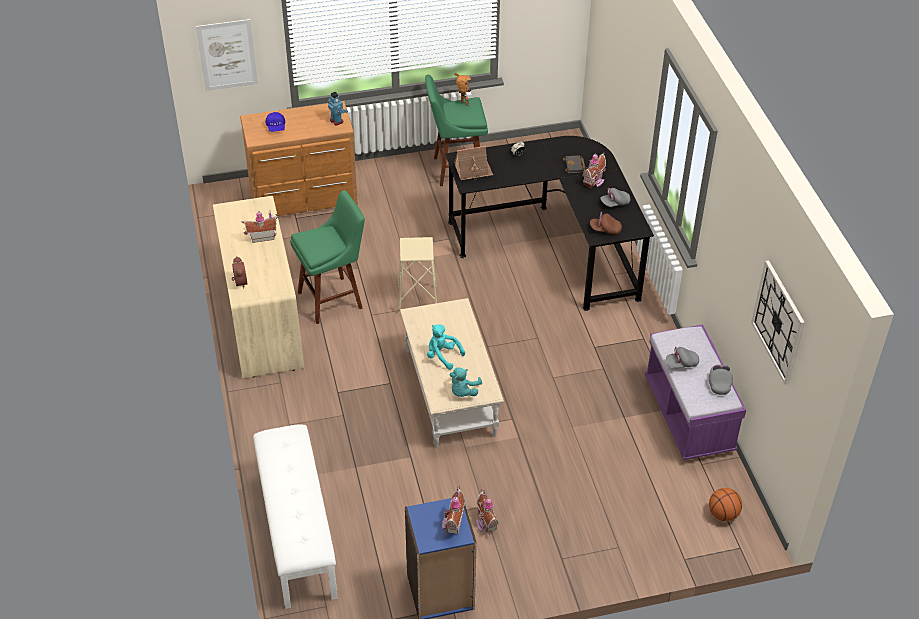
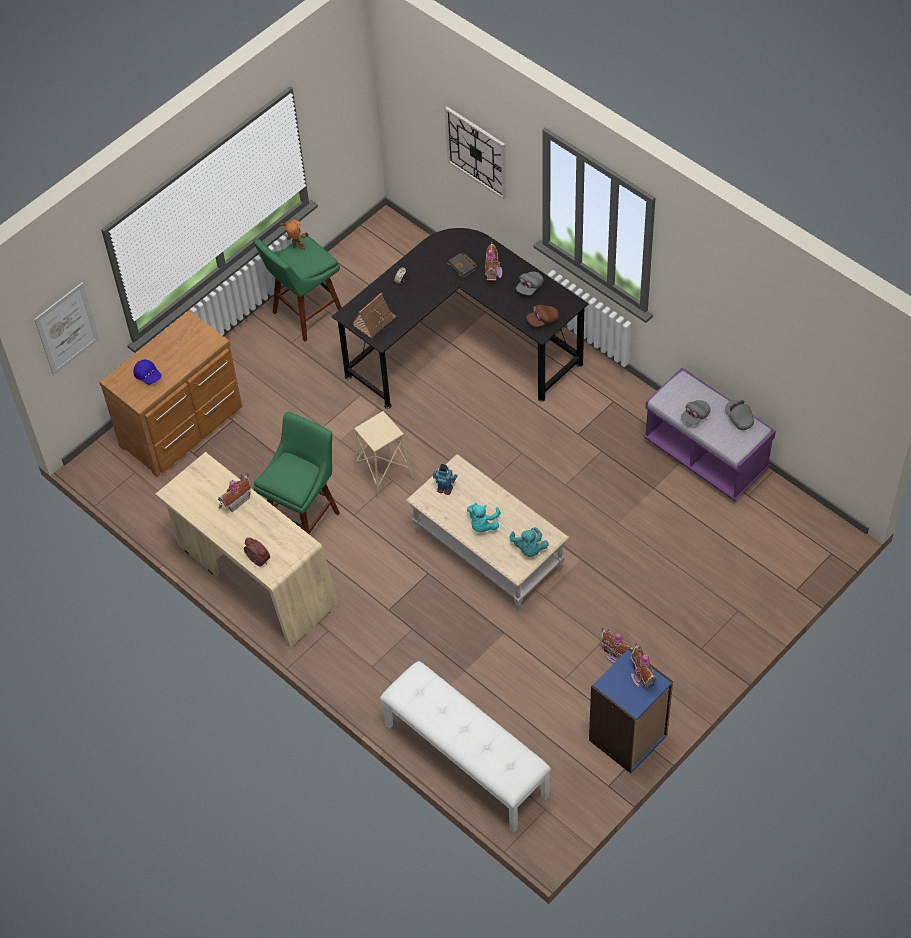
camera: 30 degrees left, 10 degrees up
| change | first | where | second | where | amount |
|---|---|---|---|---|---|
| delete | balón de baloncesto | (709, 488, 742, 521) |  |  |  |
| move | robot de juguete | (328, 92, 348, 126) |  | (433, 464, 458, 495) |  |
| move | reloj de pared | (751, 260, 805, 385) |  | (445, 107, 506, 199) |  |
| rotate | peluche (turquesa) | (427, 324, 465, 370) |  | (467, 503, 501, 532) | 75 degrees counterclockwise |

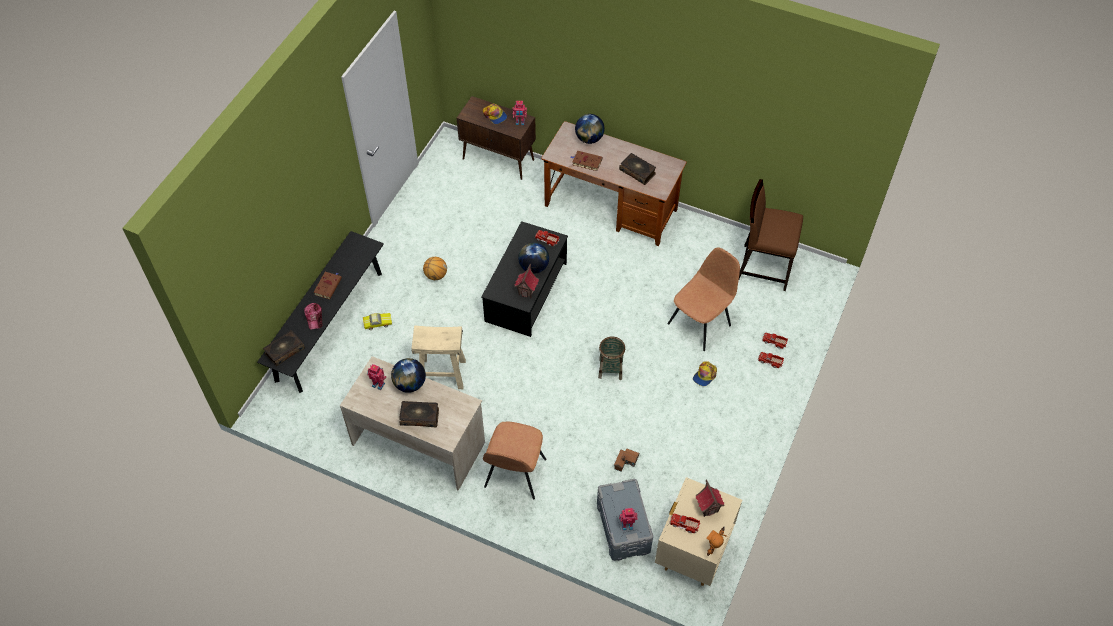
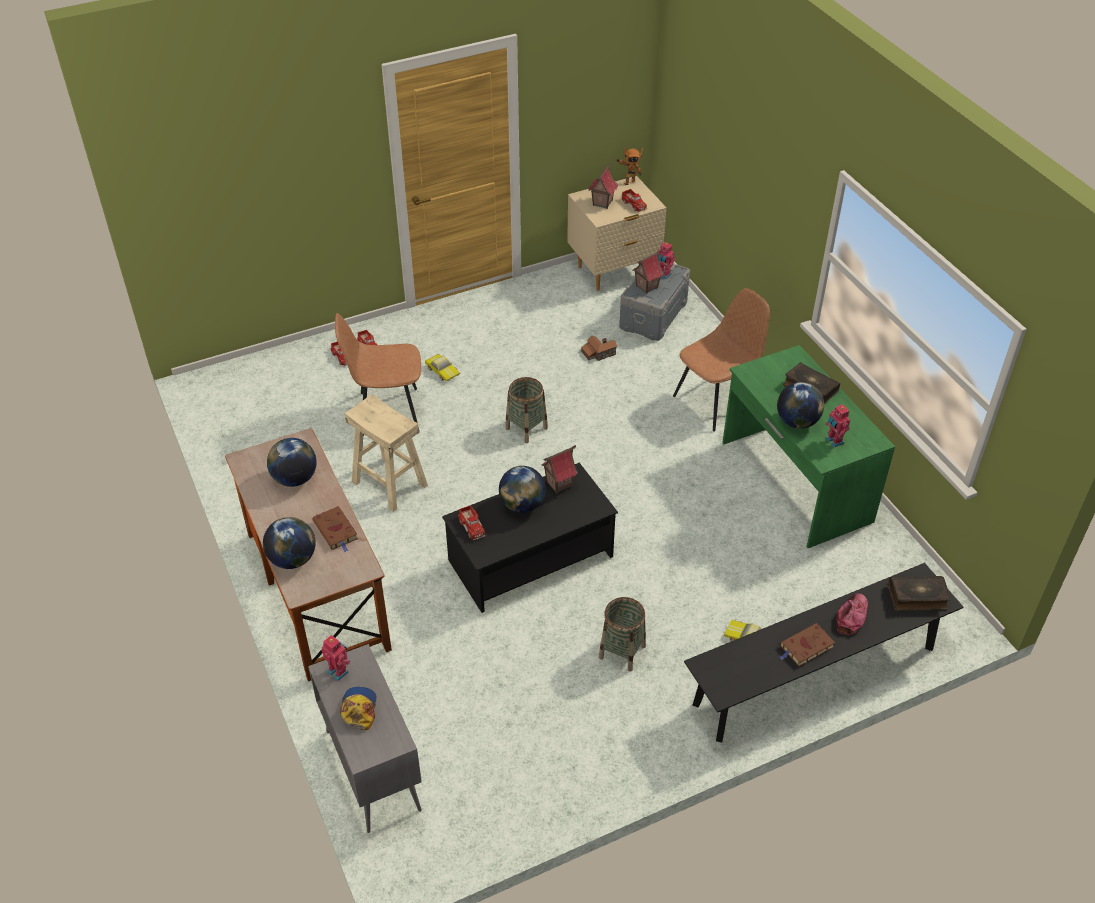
camera: 140 degrees left, 10 degrees down
| change | first | where | second | where | amount |
|---|---|---|---|---|---|
| delete | silla (marrón) | (739, 179, 803, 291) |  |  |  |
| insert |  |  | casita | (633, 250, 664, 294) |  |
| move | taburete (beis) | (412, 325, 466, 389) |  | (345, 394, 428, 512) |  |
| replace | balón de baloncesto | (423, 257, 447, 280) | cesta | (599, 597, 646, 672) |  |
| replace | libro | (619, 153, 656, 185) | globo terráqueo | (267, 438, 317, 487) |  |
| replace | gorra | (693, 361, 717, 386) | coche de juguete | (425, 354, 460, 381) |  |
| recolor | escritorio (beis) | (340, 356, 485, 491) | escritorio (verde) | (722, 345, 895, 548) |  |
| recolor | armario (marrón) | (457, 96, 536, 180) | armario (gris) | (308, 644, 422, 833) |  |

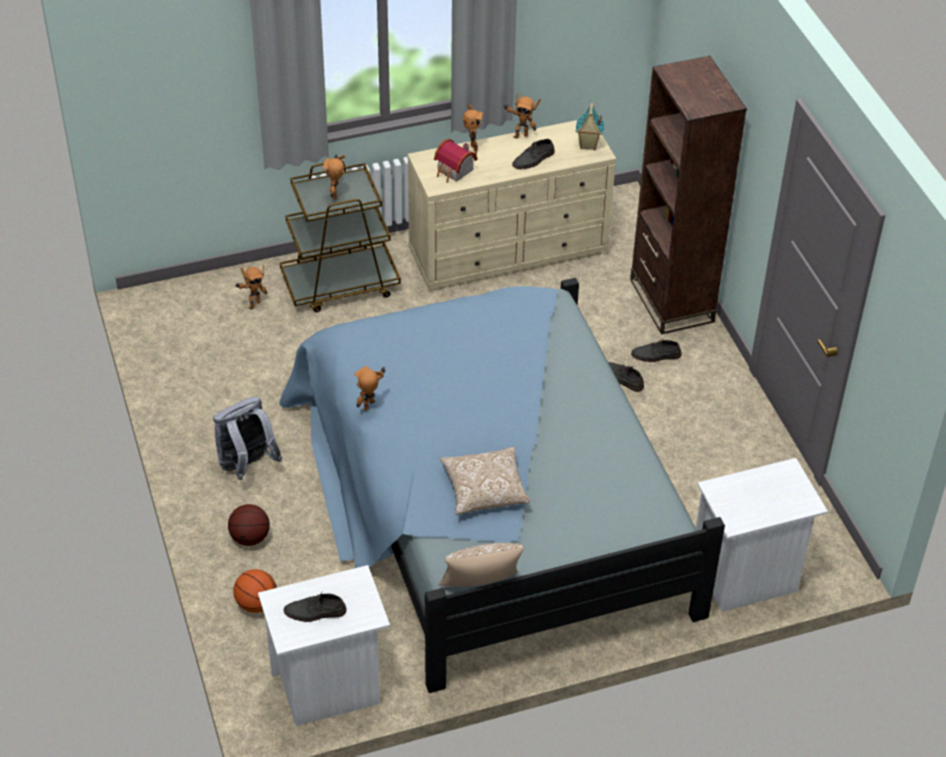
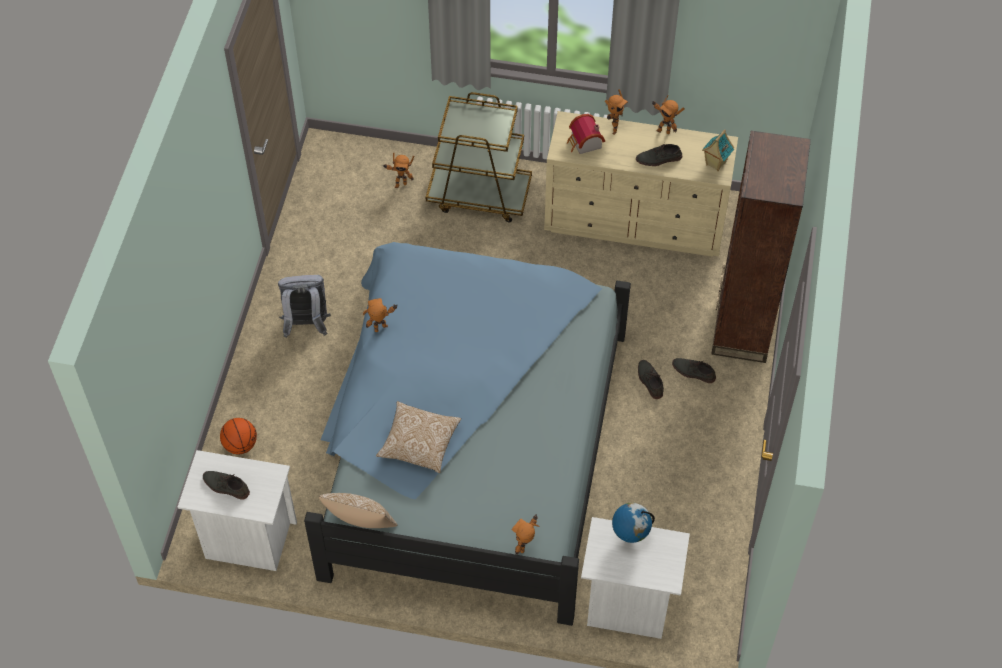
camera: 30 degrees right, 10 degrees up
| change | first | where | second | where | amount |
|---|---|---|---|---|---|
| delete | balón de baloncesto | (228, 504, 270, 546) |  |  |  |
| insert |  |  | globo terráqueo | (612, 503, 655, 543) |  |
| move | robot de juguete | (322, 154, 346, 199) |  | (511, 514, 539, 554) |  |

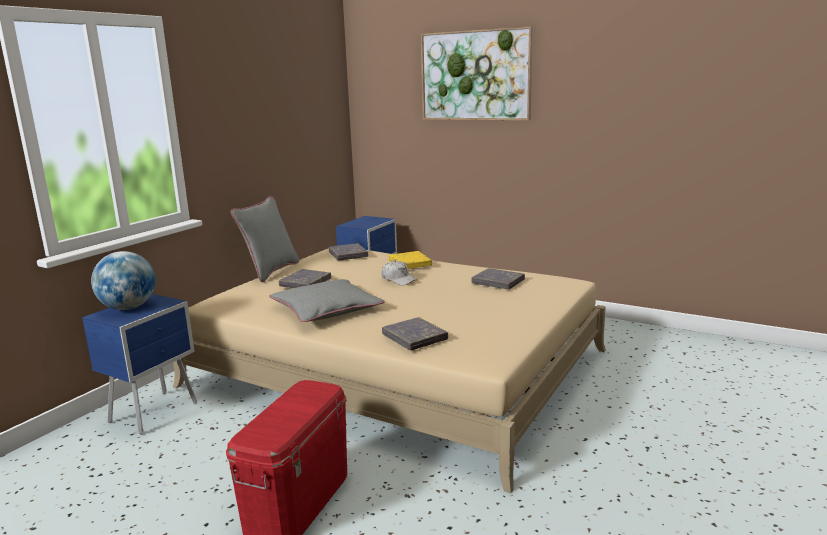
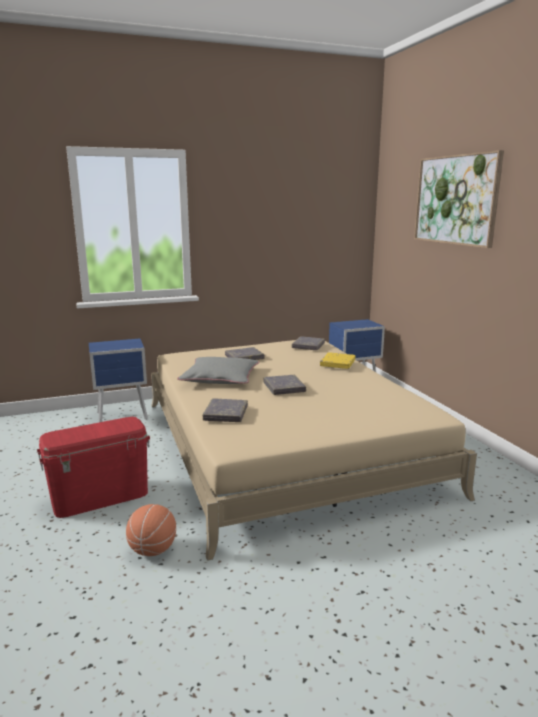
camera: 40 degrees right, 0 degrees up
| change | first | where | second | where | amount |
|---|---|---|---|---|---|
| delete | globo terráqueo | (91, 251, 155, 310) |  |  |  |
| delete | cojín (gris) | (231, 196, 299, 282) |  |  |  |
| delete | gorra (blanco) | (381, 260, 417, 285) |  |  |  |
| insert |  |  | balón de baloncesto | (126, 504, 176, 556) |  |
| move | libro (gris) | (471, 268, 525, 289) |  | (263, 375, 306, 395) |  |

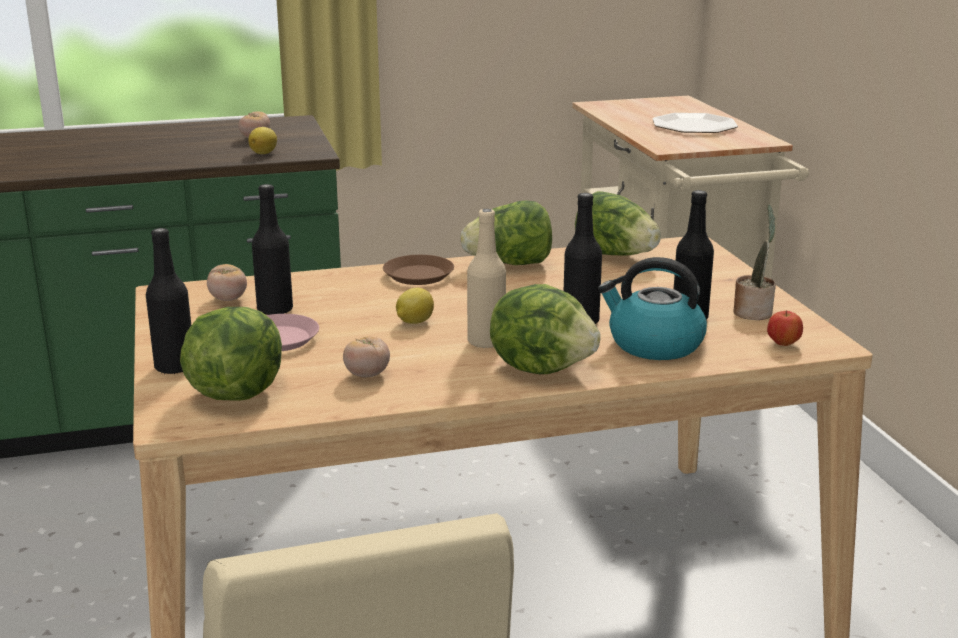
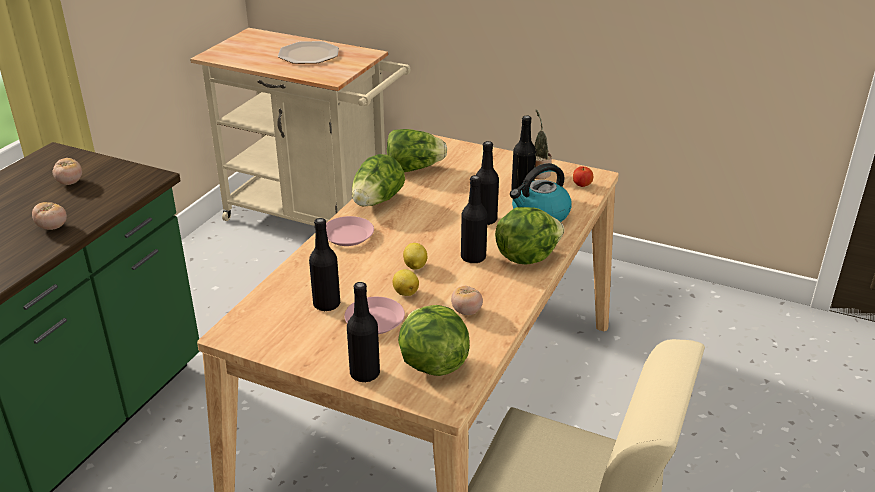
camera: 50 degrees left, 10 degrees up
| change | first | where | second | where | amount |
|---|---|---|---|---|---|
| move | tomate | (207, 264, 247, 301) |  | (32, 202, 67, 230) |  |
| move | limón | (248, 127, 277, 154) |  | (392, 269, 419, 296) |  |
| recolor | plato (marrón) | (383, 255, 454, 285) | plato (rosa) | (326, 216, 374, 246) |  |
| recolor | botella (beis) | (467, 209, 506, 349) | botella (negro) | (461, 175, 488, 263) |  |

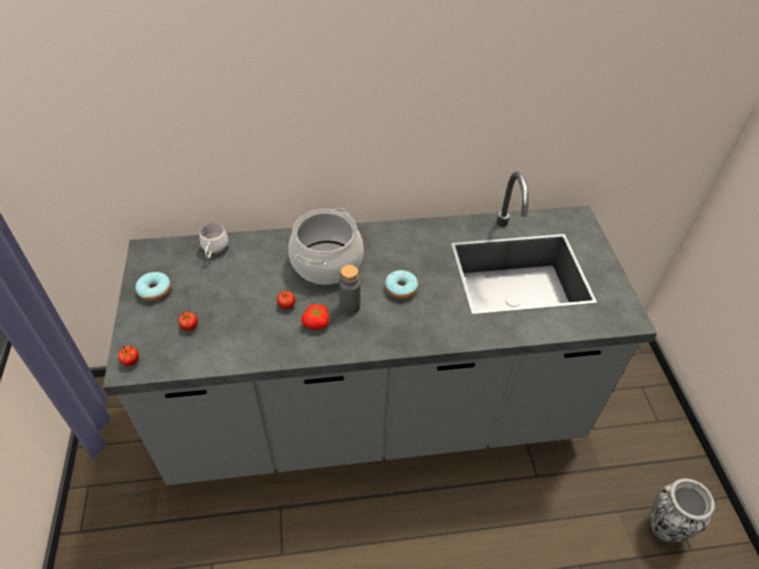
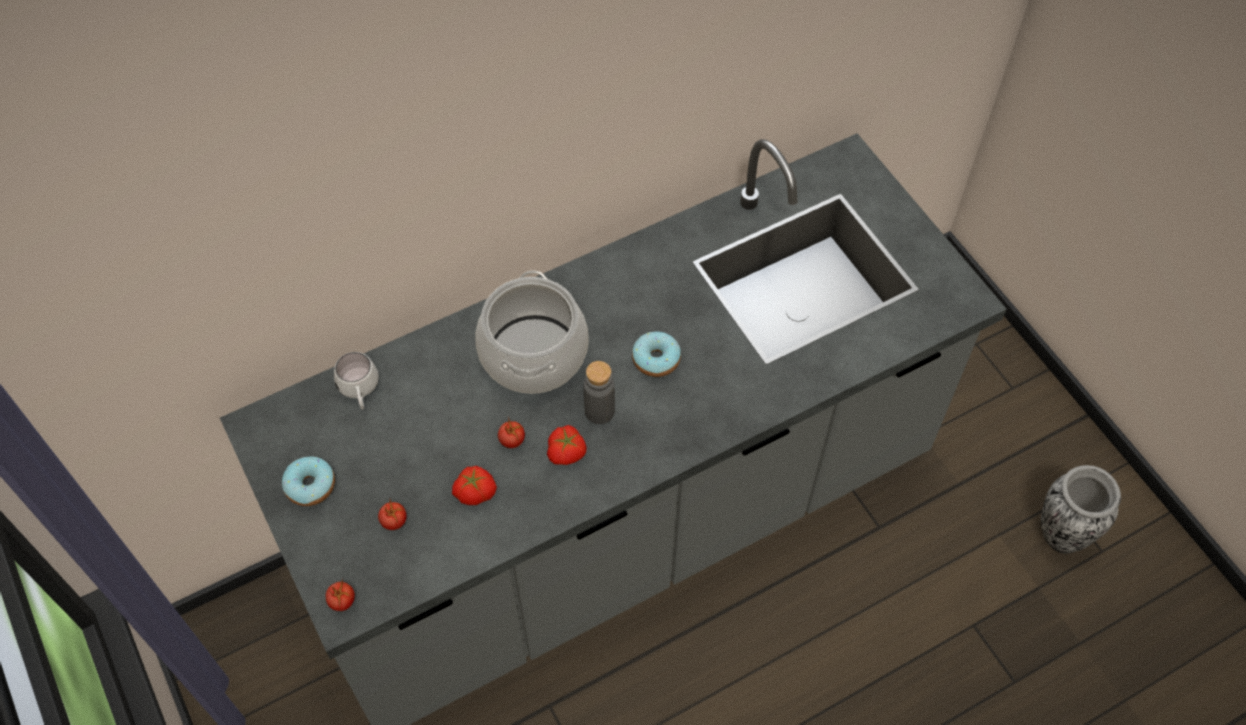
camera: 20 degrees left, 10 degrees up
| change | first | where | second | where | amount |
|---|---|---|---|---|---|
| insert |  |  | tomate | (452, 466, 497, 505) |  |

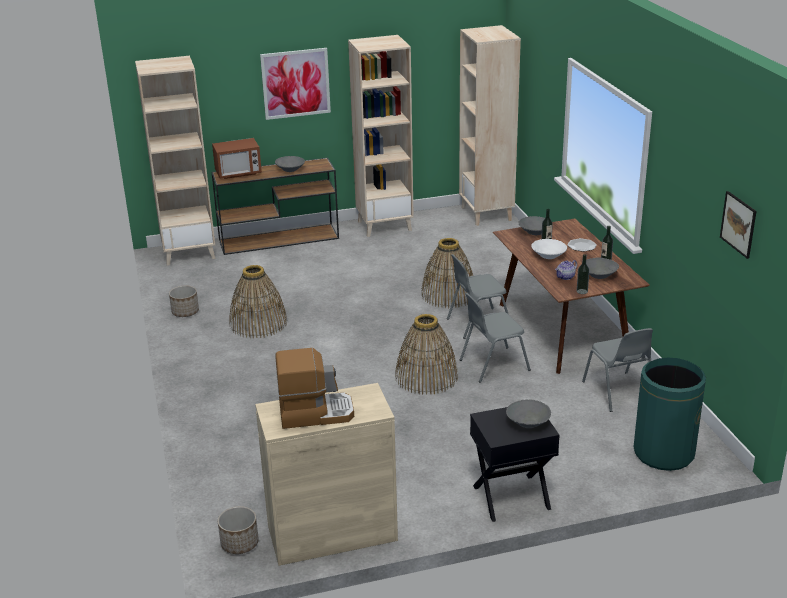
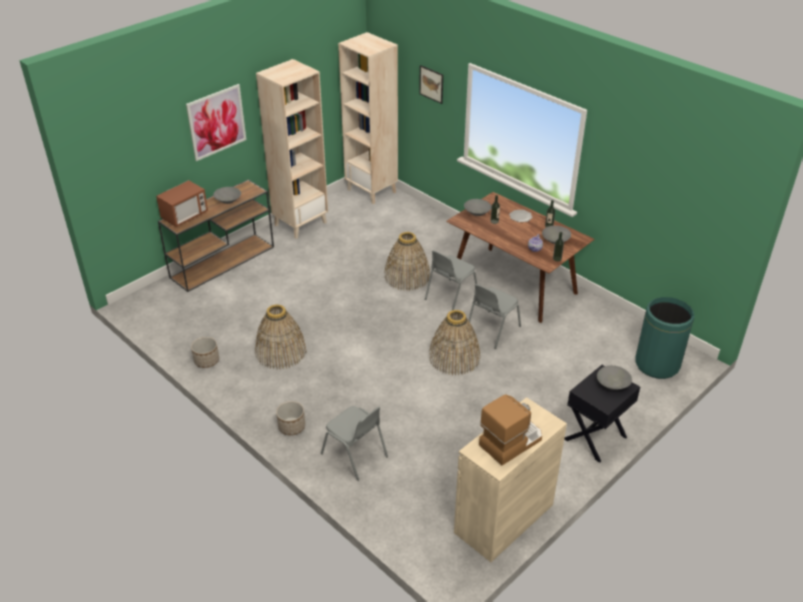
camera: 30 degrees left, 10 degrees up
| change | first | where | second | where | amount |
|---|---|---|---|---|---|
| delete | estantería (beis) | (135, 56, 215, 266) |  |  |  |
| delete | cuenco (blanco) | (531, 239, 567, 259) |  |  |  |
| move | maceta | (218, 506, 259, 554) |  | (276, 401, 305, 436) |  |
| move | silla (gris) | (582, 328, 653, 412) |  | (321, 406, 388, 481) |  |
| move | cuadro | (720, 191, 756, 259) |  | (419, 65, 443, 104) |  |

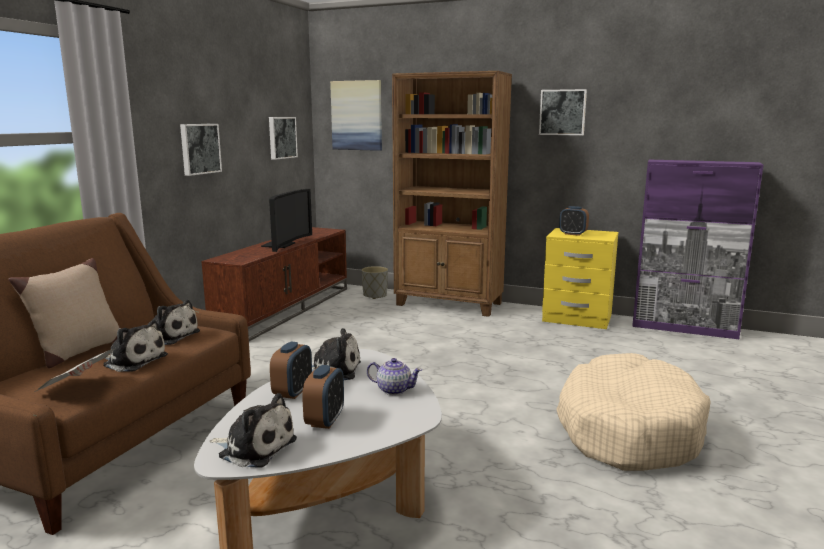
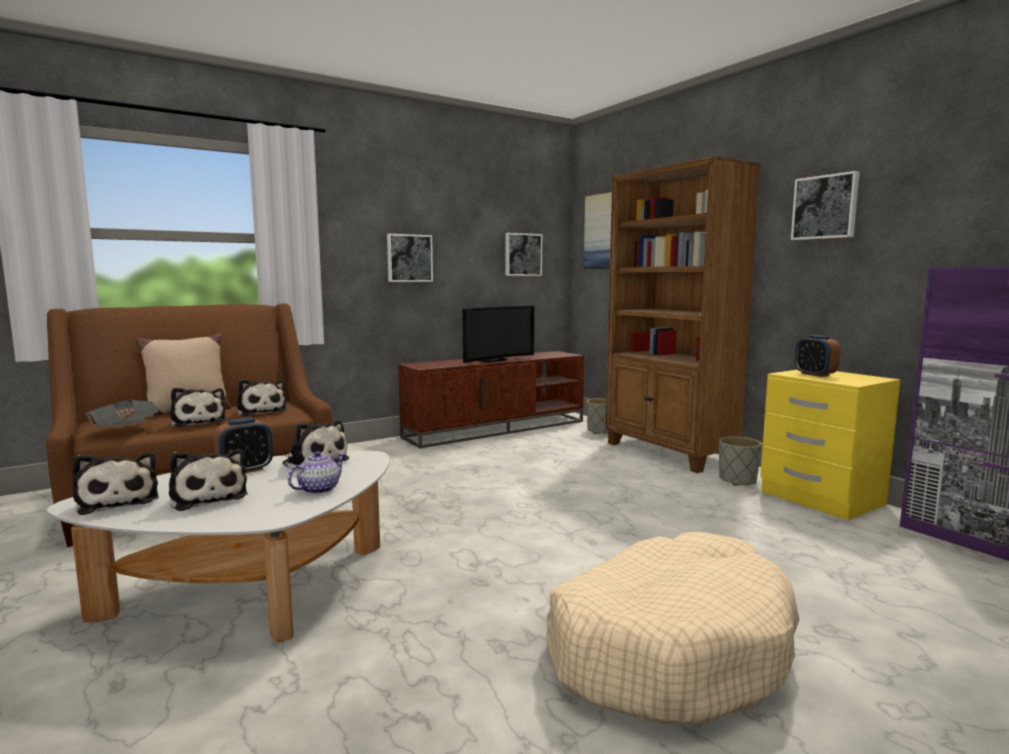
camera: 35 degrees right, 5 degrees down
| change | first | where | second | where | amount |
|---|---|---|---|---|---|
| insert |  |  | maceta (gris) | (719, 436, 762, 486) |  |
| replace | despertador | (302, 365, 344, 429) | peluche | (169, 449, 248, 511) |  |
| rotate | tetera | (367, 358, 422, 395) |  | (288, 451, 345, 494) | 105 degrees counterclockwise |

